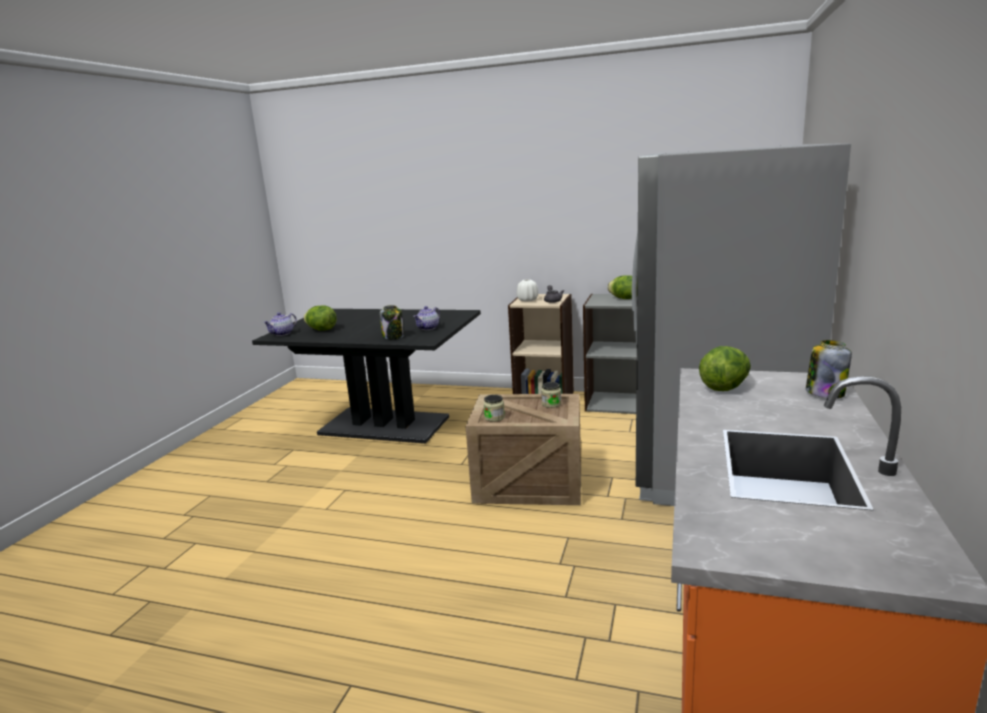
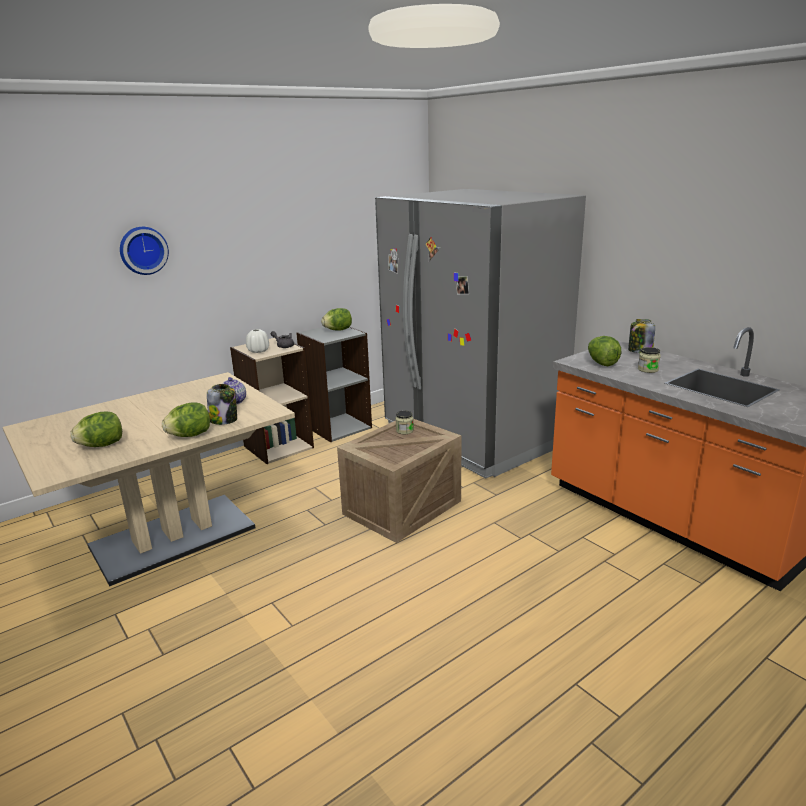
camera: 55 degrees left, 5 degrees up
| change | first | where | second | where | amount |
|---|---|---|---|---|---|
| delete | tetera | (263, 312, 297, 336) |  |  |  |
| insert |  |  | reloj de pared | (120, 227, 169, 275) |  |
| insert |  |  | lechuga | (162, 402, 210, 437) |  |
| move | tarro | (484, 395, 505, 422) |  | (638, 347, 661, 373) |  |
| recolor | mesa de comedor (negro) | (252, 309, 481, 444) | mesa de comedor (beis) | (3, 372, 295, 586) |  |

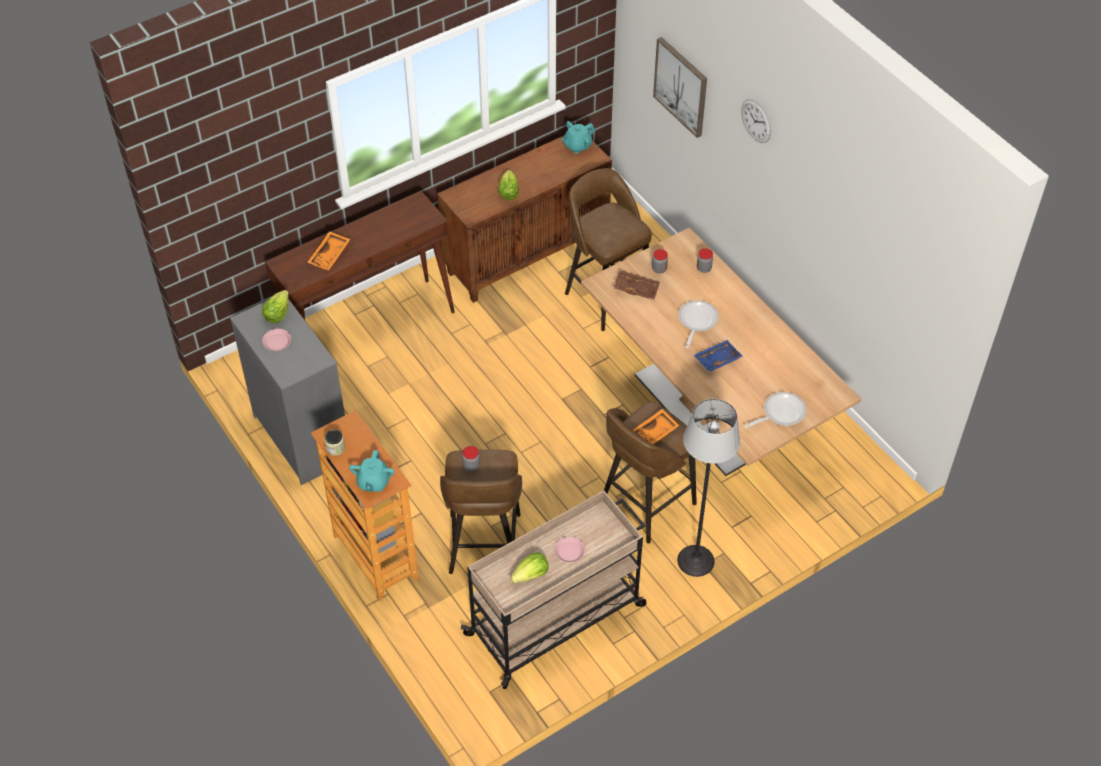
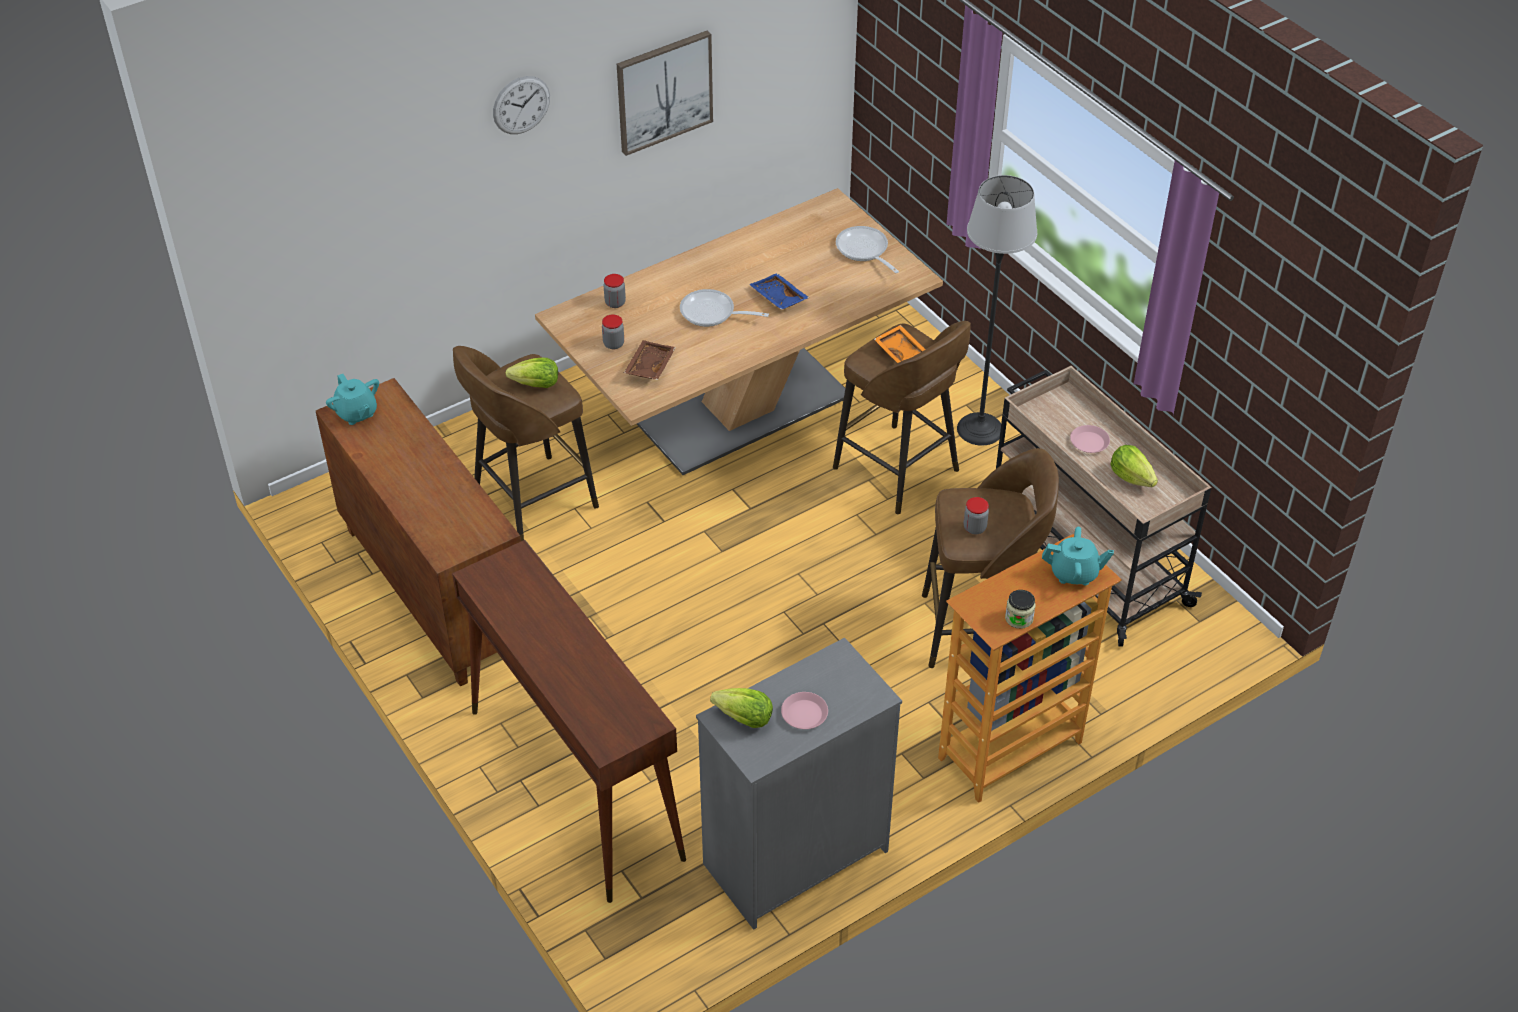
camera: 90 degrees left, 5 degrees down
| change | first | where | second | where | amount |
|---|---|---|---|---|---|
| delete | bandeja (naranja) | (307, 231, 350, 271) |  |  |  |
| move | lechuga | (498, 170, 519, 200) |  | (506, 357, 558, 388) |  |
| move | cuadro | (653, 37, 707, 138) |  | (617, 31, 713, 156) |  |

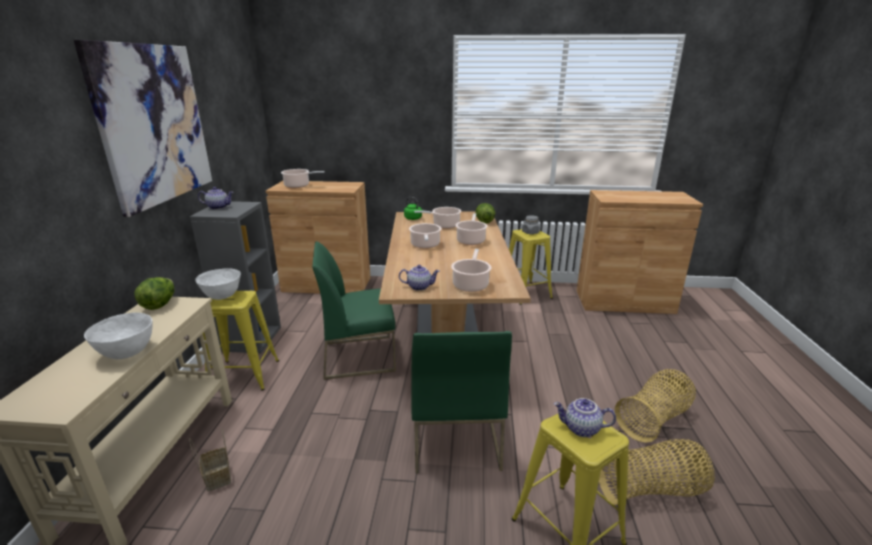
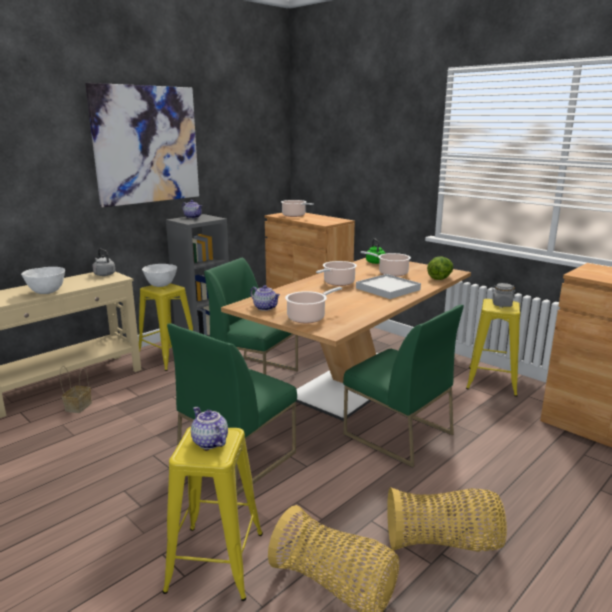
camera: 40 degrees right, 5 degrees down
| change | first | where | second | where | amount |
|---|---|---|---|---|---|
| insert |  |  | silla (verde) | (343, 305, 464, 467) |  |
| replace | lechuga | (135, 277, 174, 310) | hervidor (gris) | (93, 249, 115, 276) |  |
| replace | olla | (455, 213, 487, 245) | bandeja (blanco) | (356, 274, 421, 299) |  |

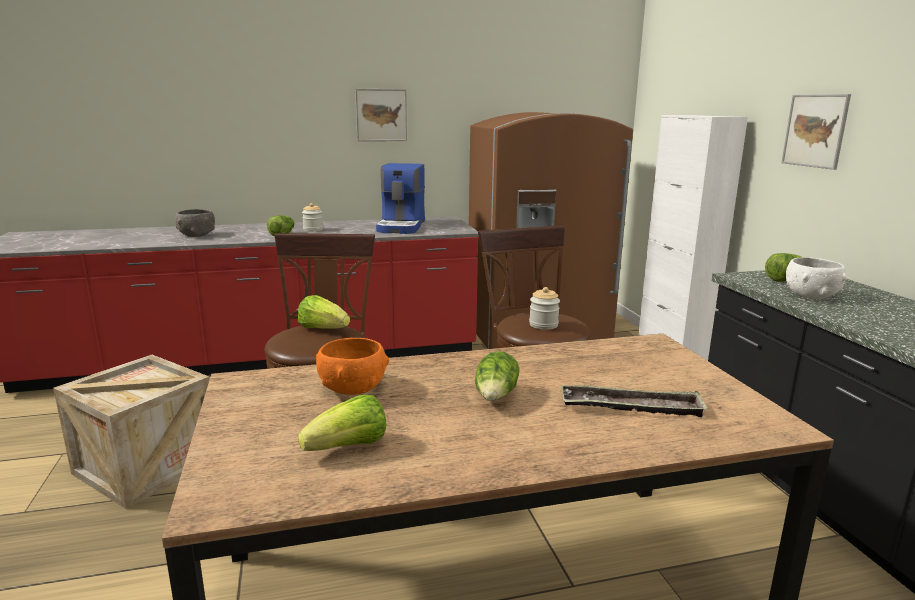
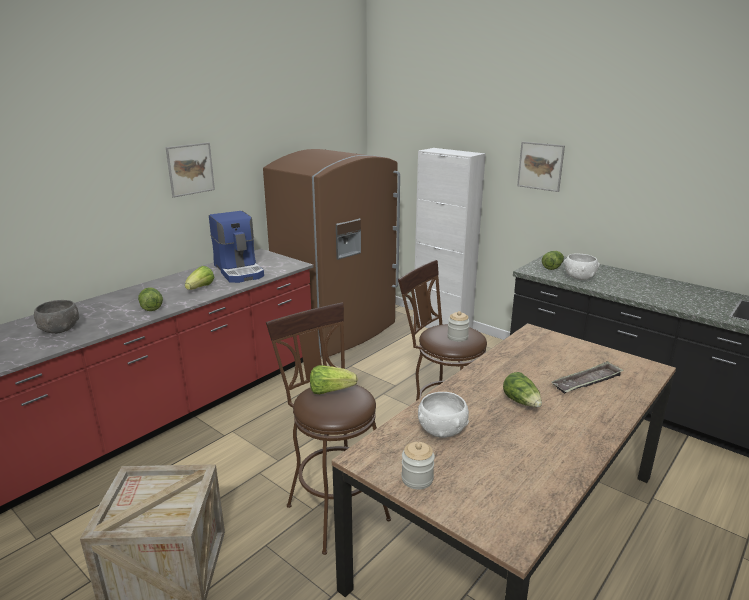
camera: 35 degrees left, 5 degrees up
| change | first | where | second | where | amount |
|---|---|---|---|---|---|
| move | lechuga | (298, 395, 387, 451) |  | (185, 266, 214, 290) |  |
| move | tarro | (302, 203, 323, 231) |  | (401, 442, 435, 490) |  |
| recolor | cuenco (naranja) | (316, 338, 389, 395) | cuenco (blanco) | (418, 392, 469, 438) |  |

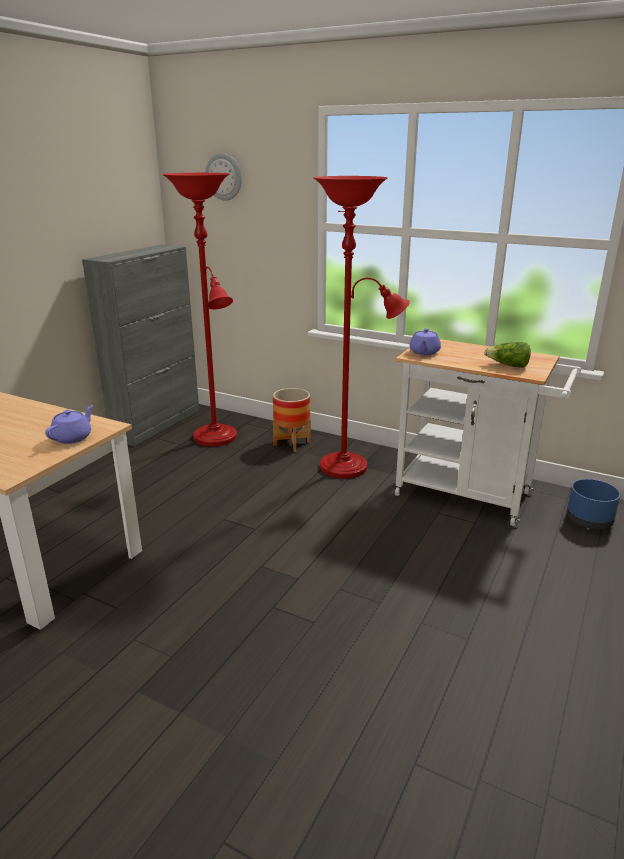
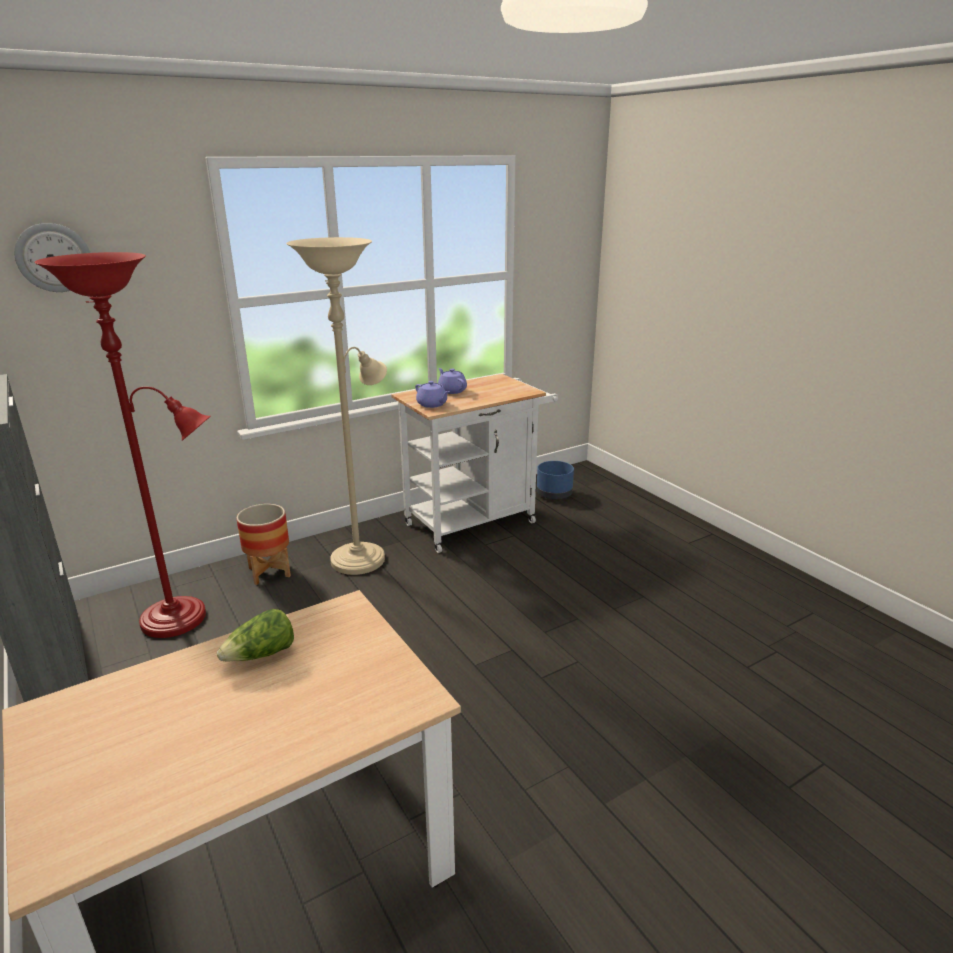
camera: 60 degrees left, 0 degrees up
| change | first | where | second | where | amount |
|---|---|---|---|---|---|
| move | tetera (morado) | (45, 405, 93, 444) |  | (438, 368, 467, 394) |  |
| move | lechuga | (484, 342, 531, 368) |  | (217, 609, 294, 661) |  |
| recolor | lámpara de pie (rojo) | (313, 176, 410, 479) | lámpara de pie (beis) | (286, 237, 387, 575) |  |

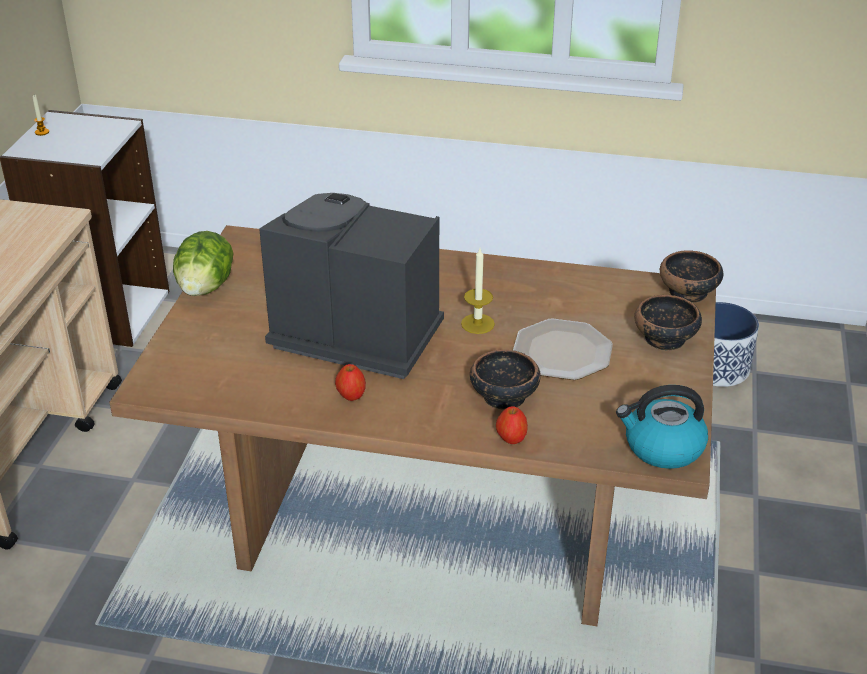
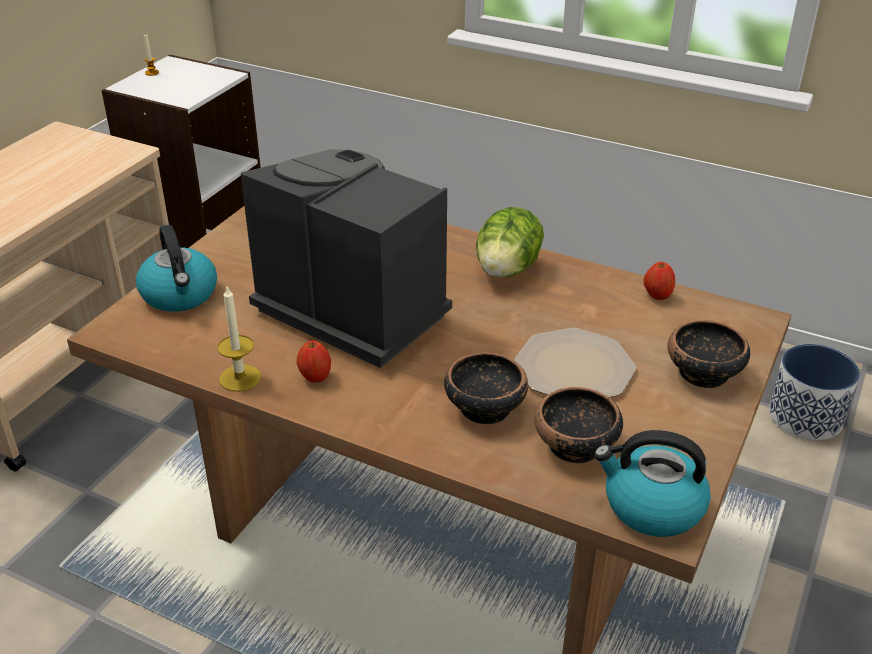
camera: 15 degrees right, 0 degrees up
| change | first | where | second | where | amount |
|---|---|---|---|---|---|
| insert |  |  | hervidor | (136, 225, 217, 312) |  |
| move | lechuga | (173, 231, 233, 296) |  | (476, 207, 544, 278) |  |
| move | vela | (461, 248, 495, 334) |  | (217, 287, 261, 392) |  |
| move | manzana | (496, 407, 528, 444) |  | (644, 262, 675, 300) |  |
| move | cuenco | (659, 250, 723, 303) |  | (534, 387, 623, 464) |  |

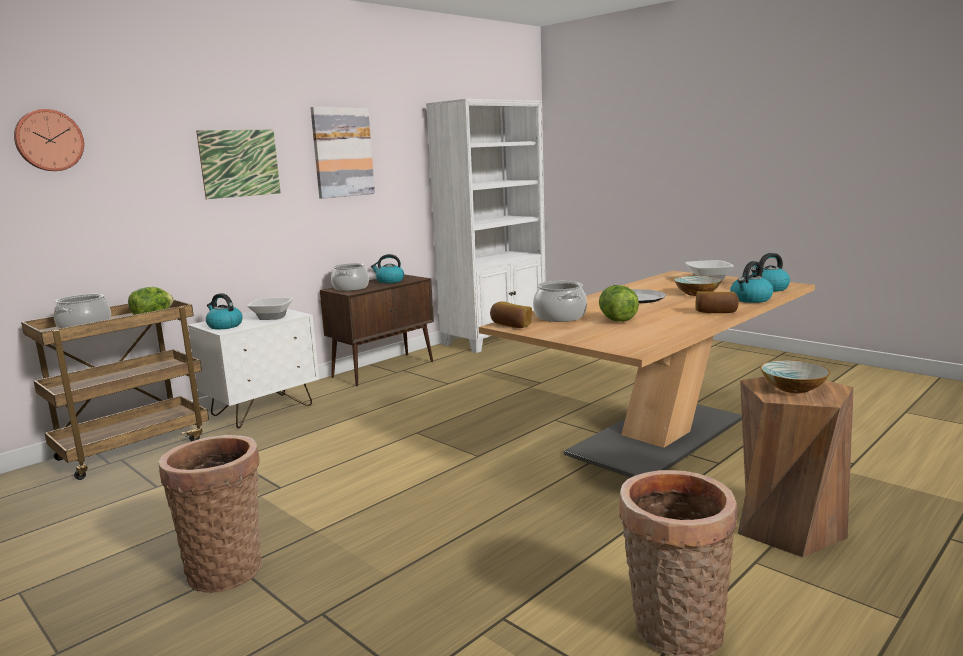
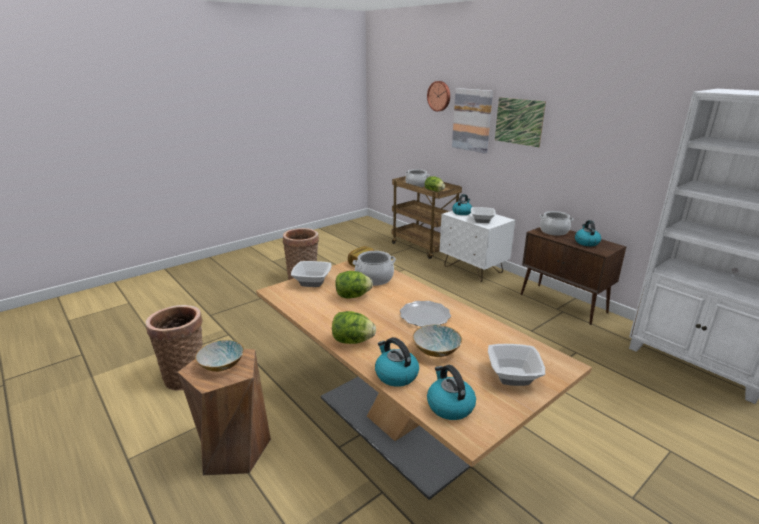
camera: 95 degrees right, 10 degrees up
| change | first | where | second | where | amount |
|---|---|---|---|---|---|
| insert |  |  | cuenco | (291, 261, 331, 287) |  |
| move | cuadro | (310, 107, 375, 199) |  | (452, 88, 493, 154) |  |
| replace | pan | (696, 291, 739, 313) | lechuga | (332, 311, 376, 344) |  |

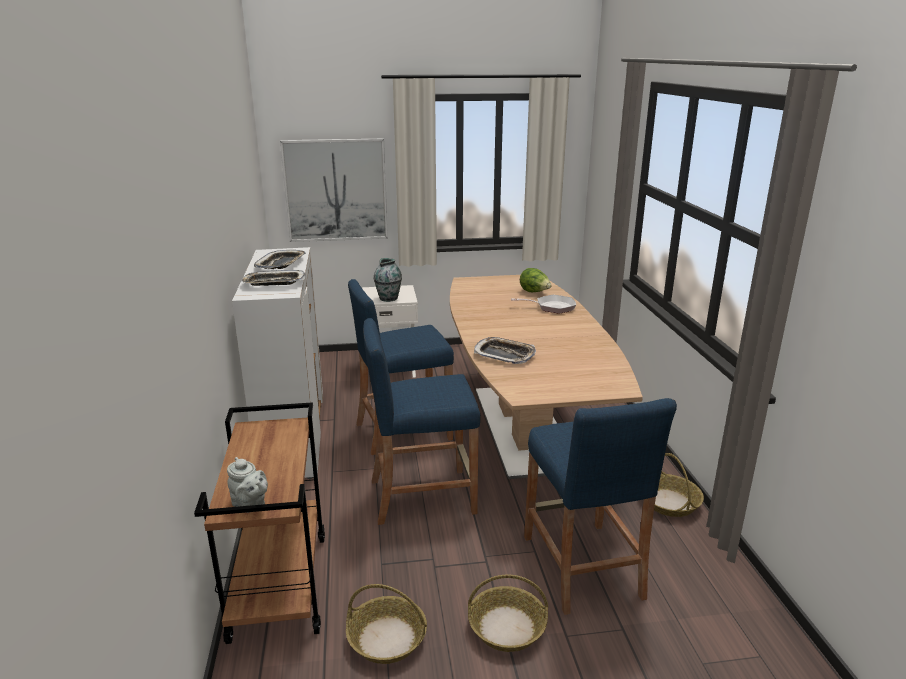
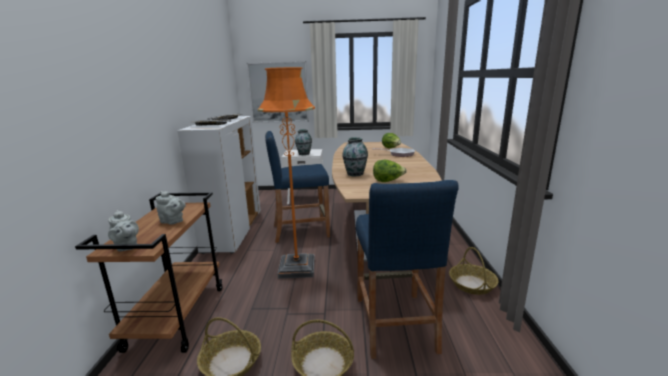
camera: 10 degrees right, 5 degrees down
| change | first | where | second | where | amount |
|---|---|---|---|---|---|
| insert |  |  | tetera (gris) | (156, 191, 186, 224) |  |
| insert |  |  | lechuga | (373, 160, 407, 182) |  |
| replace | taburete (azul) | (363, 318, 480, 525) | lámpara de pie (naranja) | (258, 67, 315, 279) |  |
| replace | bandeja | (474, 337, 536, 364) | florero | (342, 138, 368, 176) |  |

